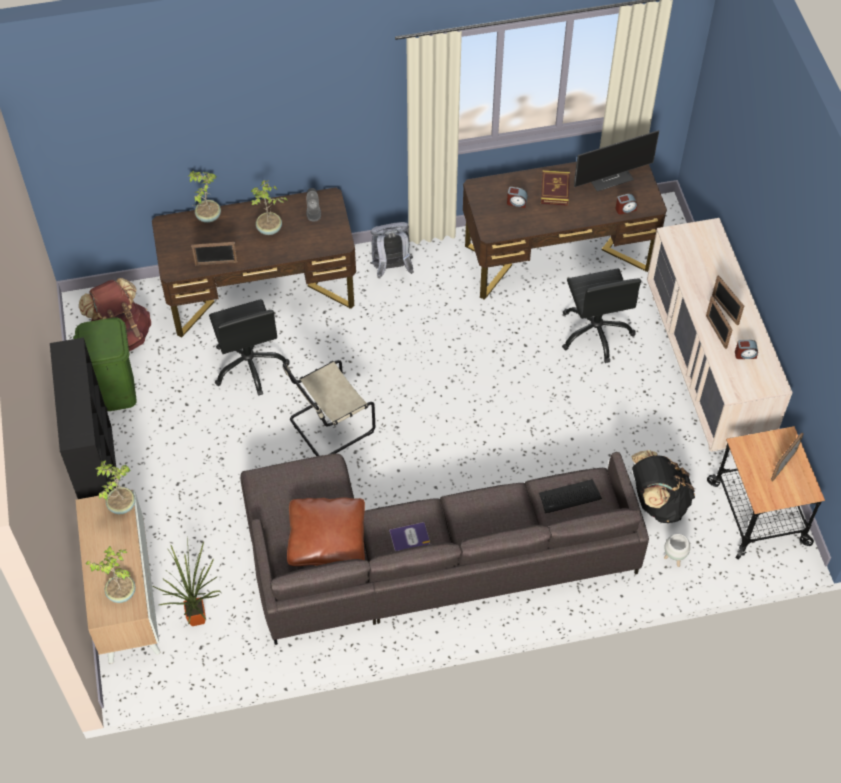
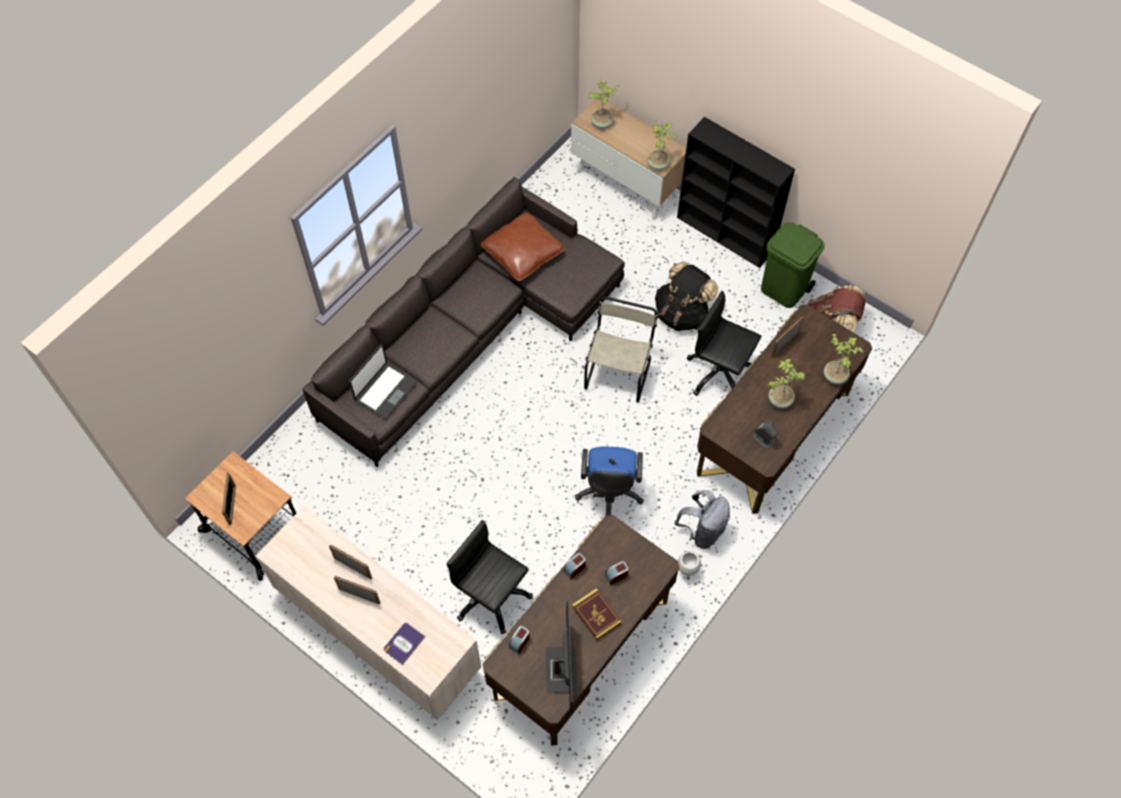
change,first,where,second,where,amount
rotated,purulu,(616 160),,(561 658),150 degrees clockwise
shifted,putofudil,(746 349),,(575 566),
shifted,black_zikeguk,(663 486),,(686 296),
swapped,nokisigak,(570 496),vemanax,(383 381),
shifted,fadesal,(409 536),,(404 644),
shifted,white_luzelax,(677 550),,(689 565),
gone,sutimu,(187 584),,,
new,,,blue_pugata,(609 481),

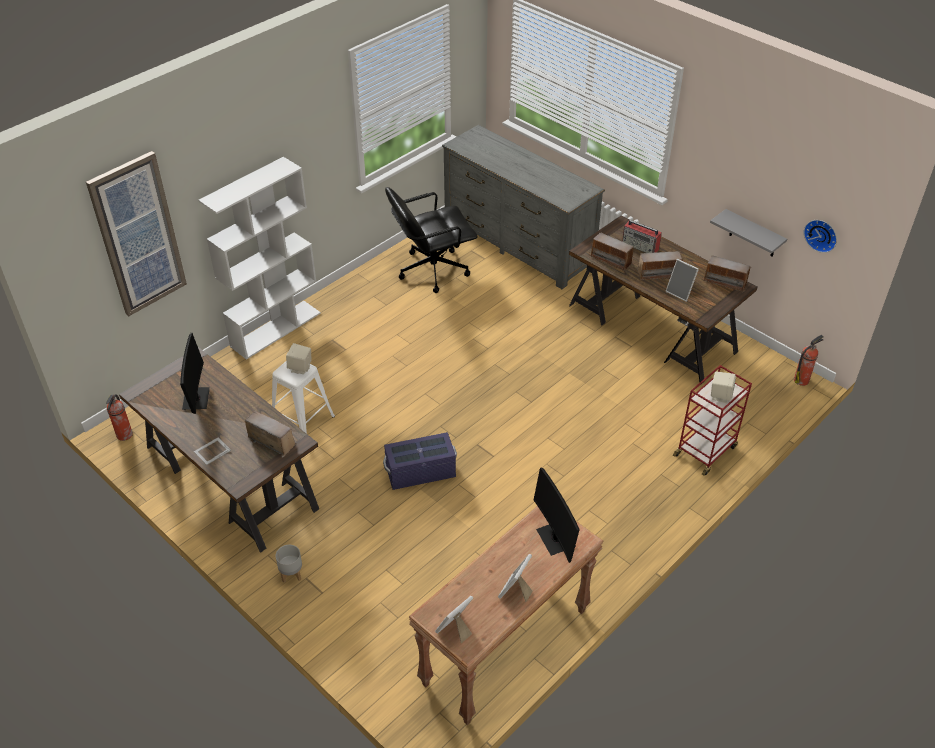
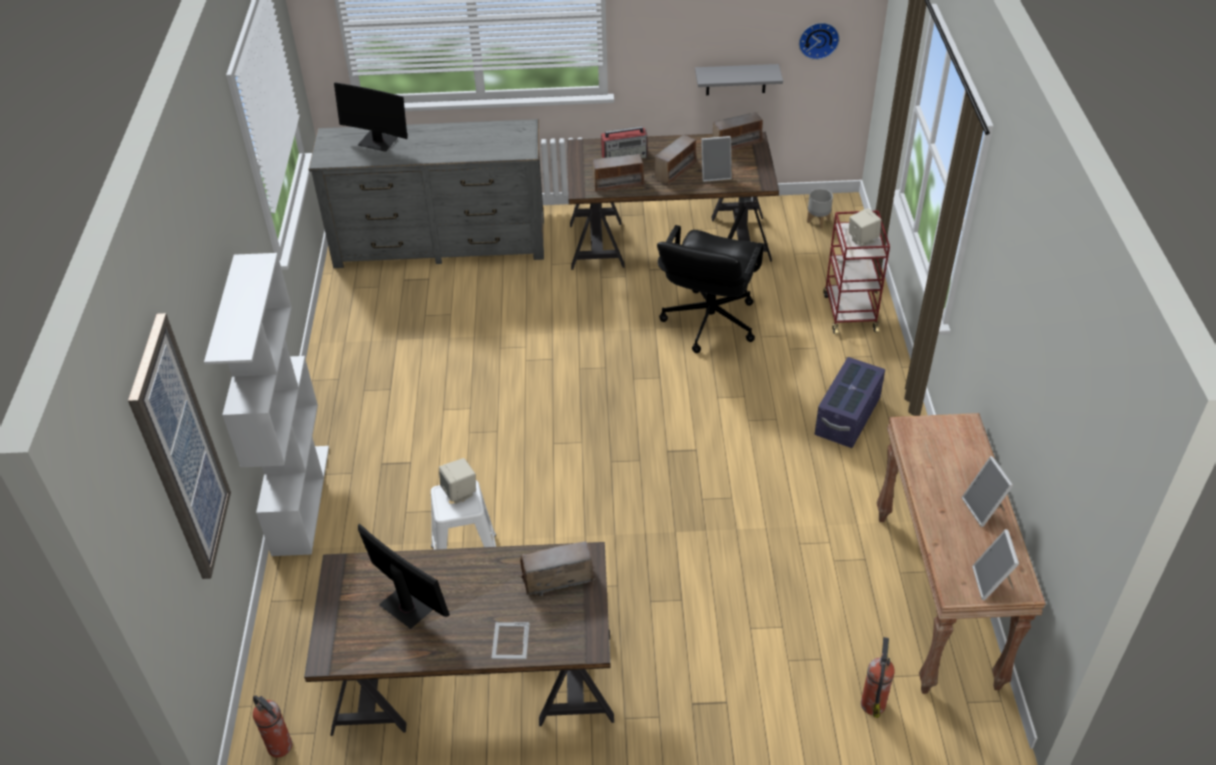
change,first,where,second,where,amount
shifted,black_pugata,(431 240),,(710 289),
shifted,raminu,(809 360),,(878 677),
shifted,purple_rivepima,(420 461),,(850 402),
shifted,purulu,(557 515),,(371 117),
shifted,grey_luzelax,(288 563),,(820 208),

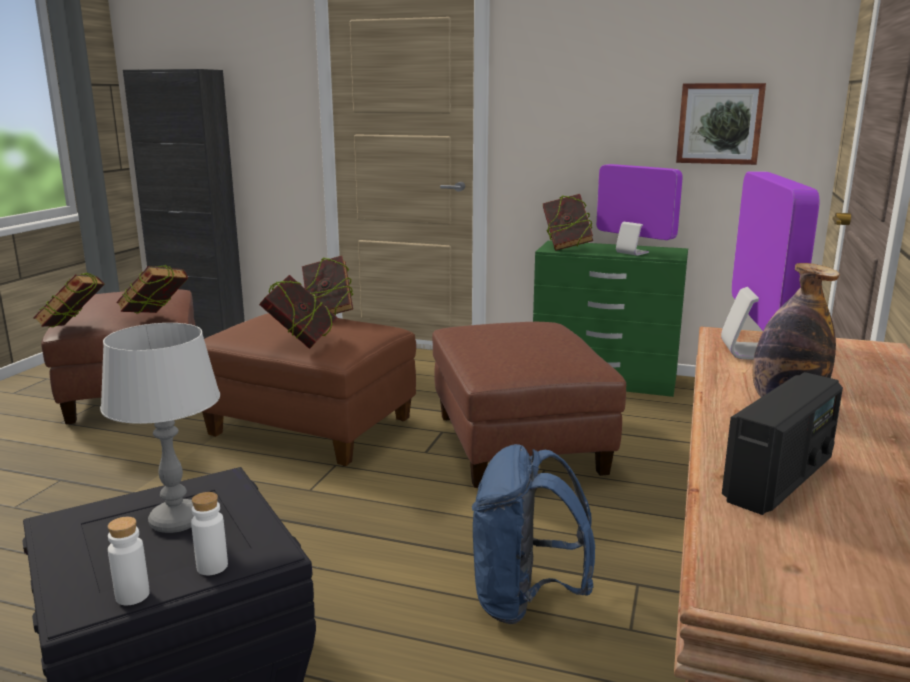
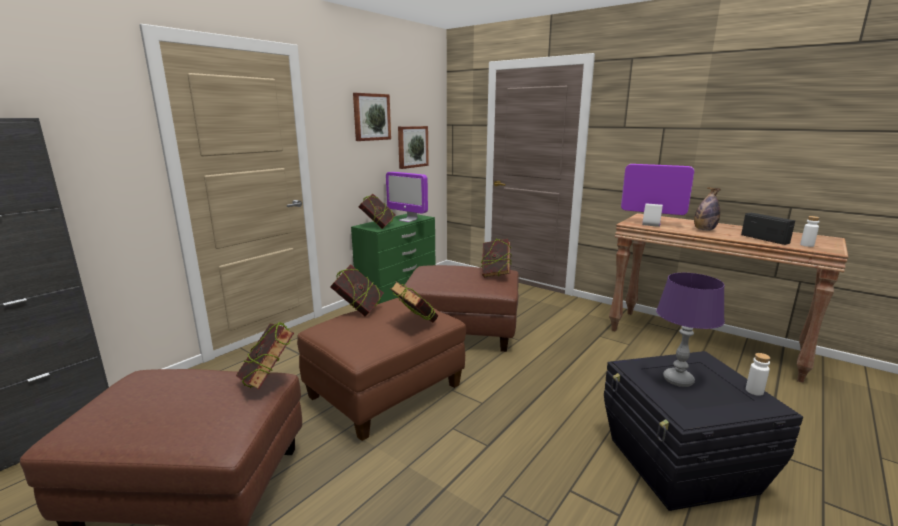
change,first,where,second,where,amount
rotated,purulu,(639 210),,(407 197),120 degrees counterclockwise
shifted,fadesal,(69 300),,(496 258),
repainted,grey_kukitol,(160 428),purple_kukitol,(690 330),
gone,blue_zikeguk,(533 534),,,
shifted,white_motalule,(209 533),,(810 231),
new,,,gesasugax,(372 117),

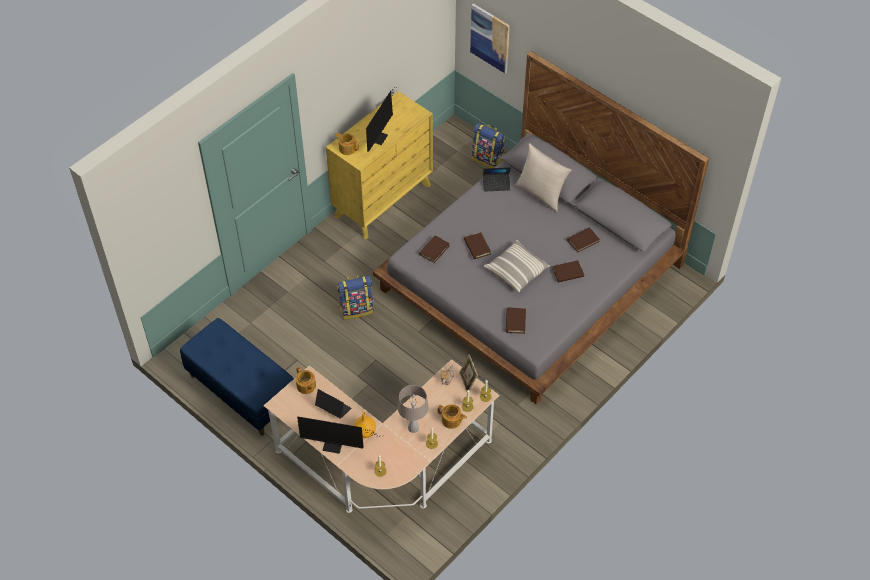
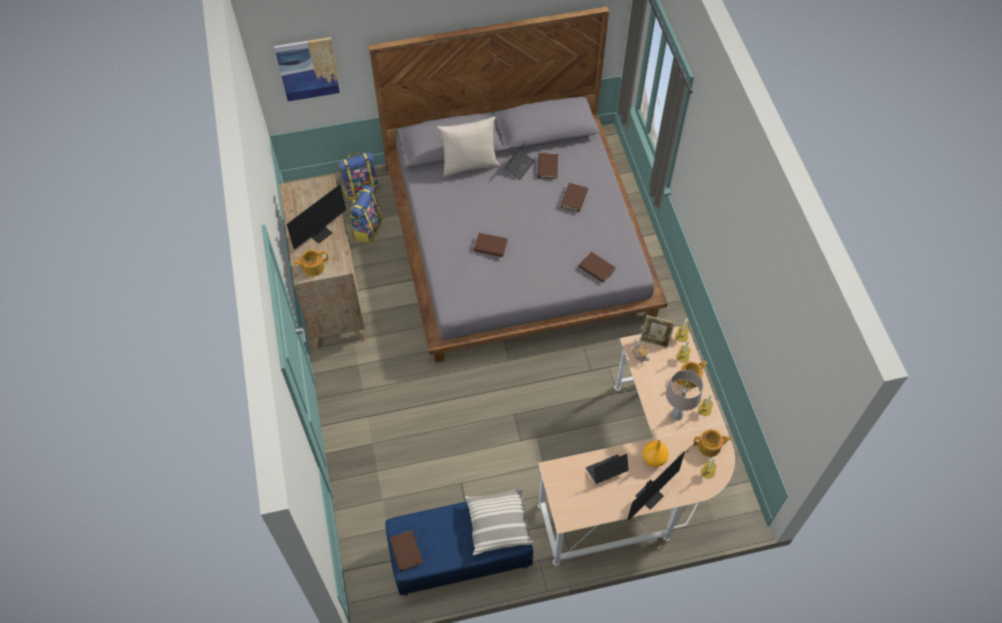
change,first,where,second,where,amount
rotated,purulu,(382 118),,(323 213),75 degrees clockwise
repainted,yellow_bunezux,(379 165),brown_bunezux,(323 262),
shifted,vemanax,(497 179),,(520 161),
shifted,brown_fadesal,(434 249),,(406 550),
shifted,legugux,(517 266),,(499 521),
shifted,zikeguk,(355 297),,(365 214),
shifted,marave,(306 380),,(713 443),

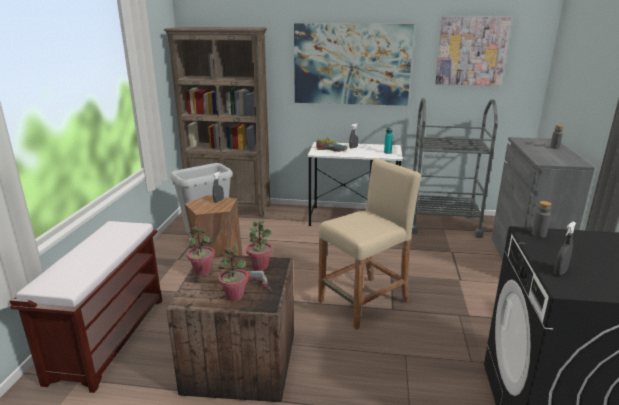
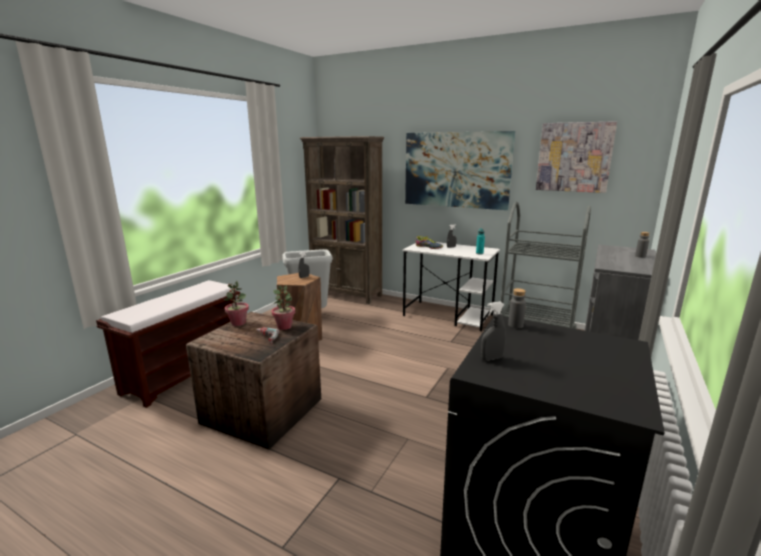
change,first,where,second,where,amount
gone,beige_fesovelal,(369 244),,,
gone,sutimu,(233 272),,,

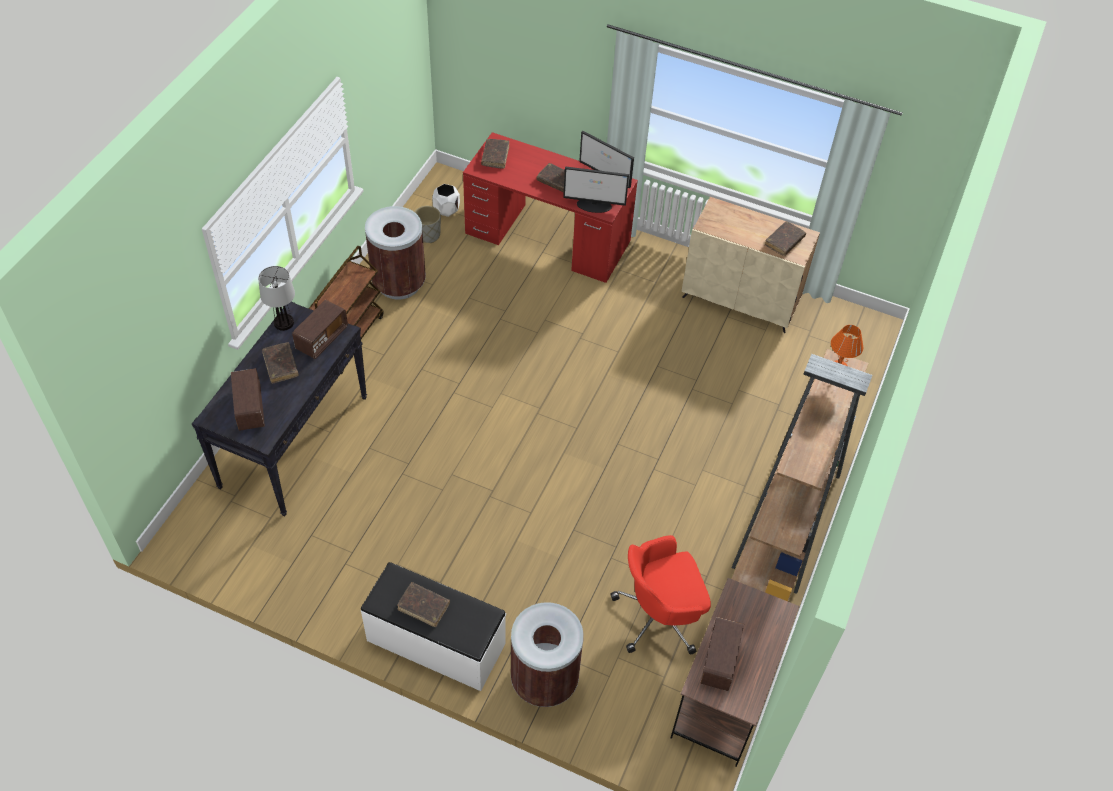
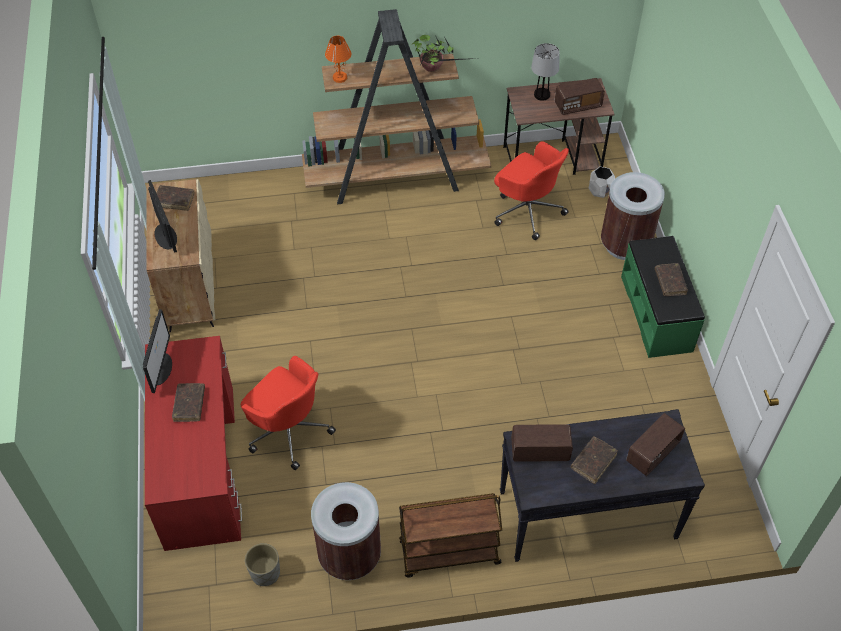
change,first,where,second,where,amount
gone,brown_fadesal,(495 154),,,
shifted,purulu,(596 189),,(162 216),
shifted,white_luzelax,(446 200),,(601 182),
shifted,kukitol,(276 298),,(545 72),
repainted,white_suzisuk,(433 626),green_suzisuk,(663 297),
new,,,sutimu,(444 53),
new,,,red_pugata,(288 413),

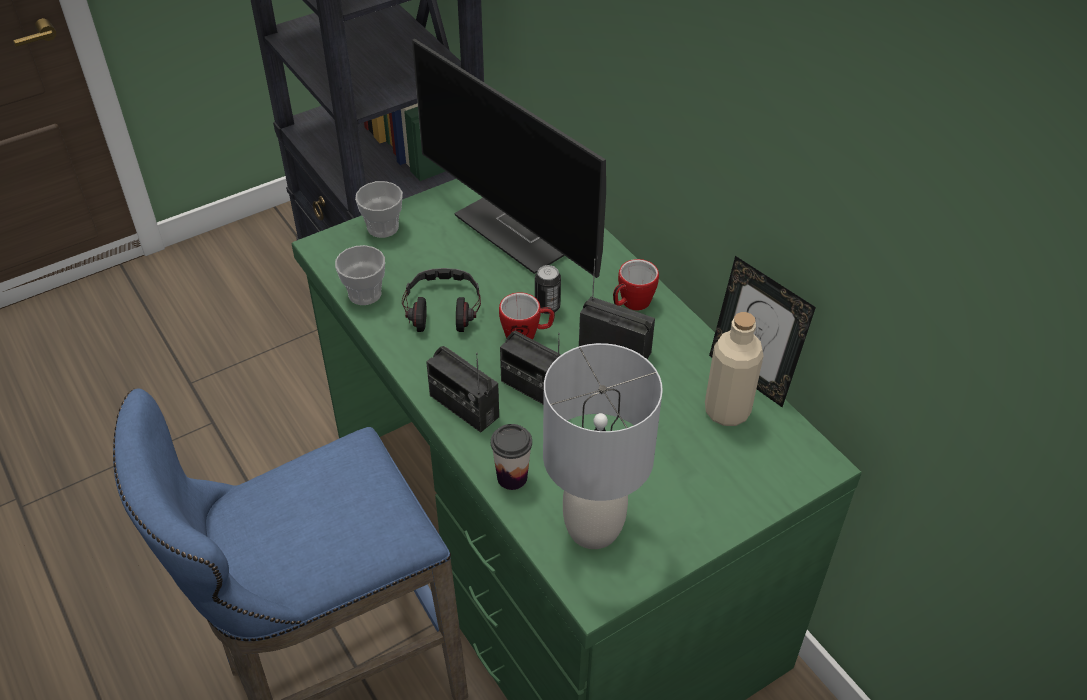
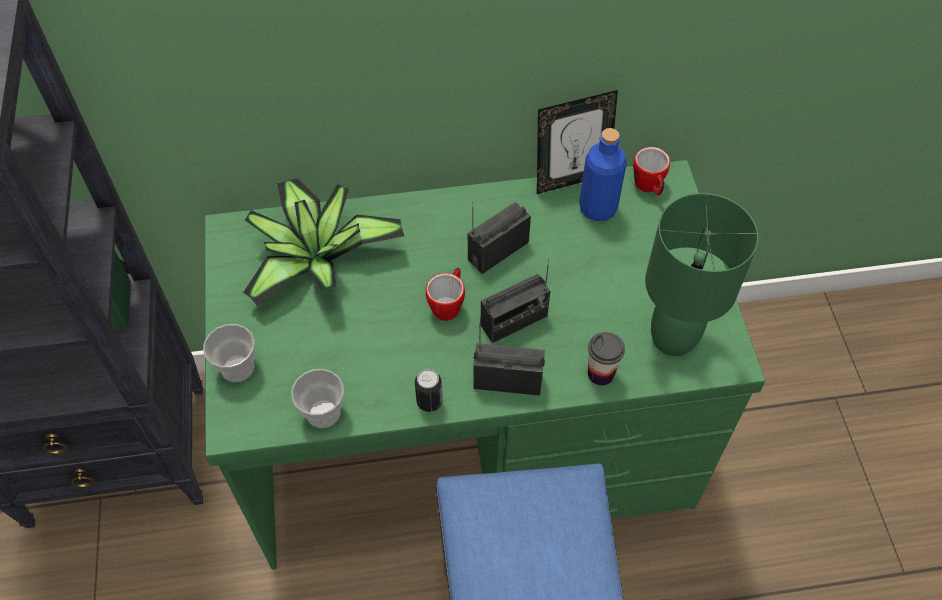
change,first,where,second,where,amount
swapped,purulu,(509 158),sutimu,(323 242),
shifted,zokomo,(636 285),,(651 171),
shifted,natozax,(548 289),,(429 390),
gone,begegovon,(441 300),,,
repainted,beige_motalule,(734 369),blue_motalule,(603 174),
repainted,grey_kukitol,(603 446),green_kukitol,(702 274),
rotated,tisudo,(462 389),,(509 356),150 degrees counterclockwise

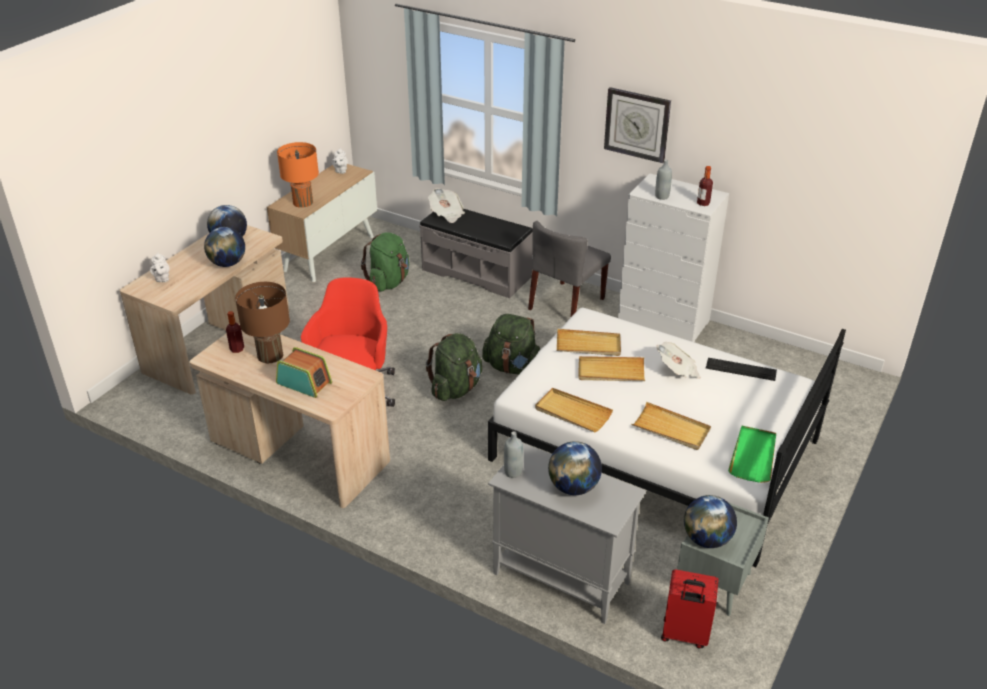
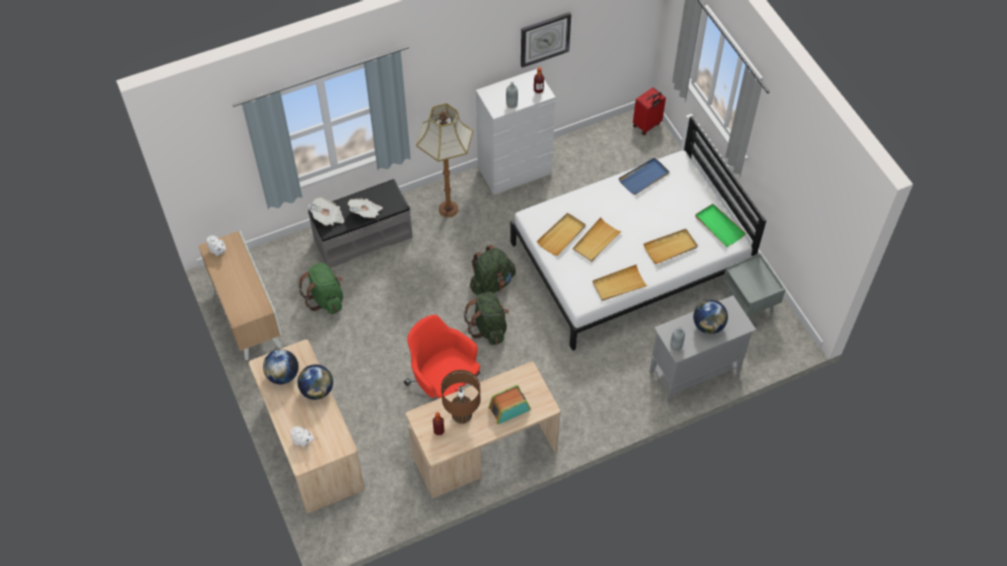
change,first,where,second,where,amount
shifted,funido,(637 125),,(546 40),
gone,orange_kukitol,(298 175),,,
swapped,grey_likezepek,(569 269),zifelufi,(444 160),
shifted,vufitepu,(678 360),,(365 208),
swapped,nokisigak,(741 369),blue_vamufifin,(644 176),
gone,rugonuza,(710 521),,,
shifted,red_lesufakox,(690 609),,(649 111),

